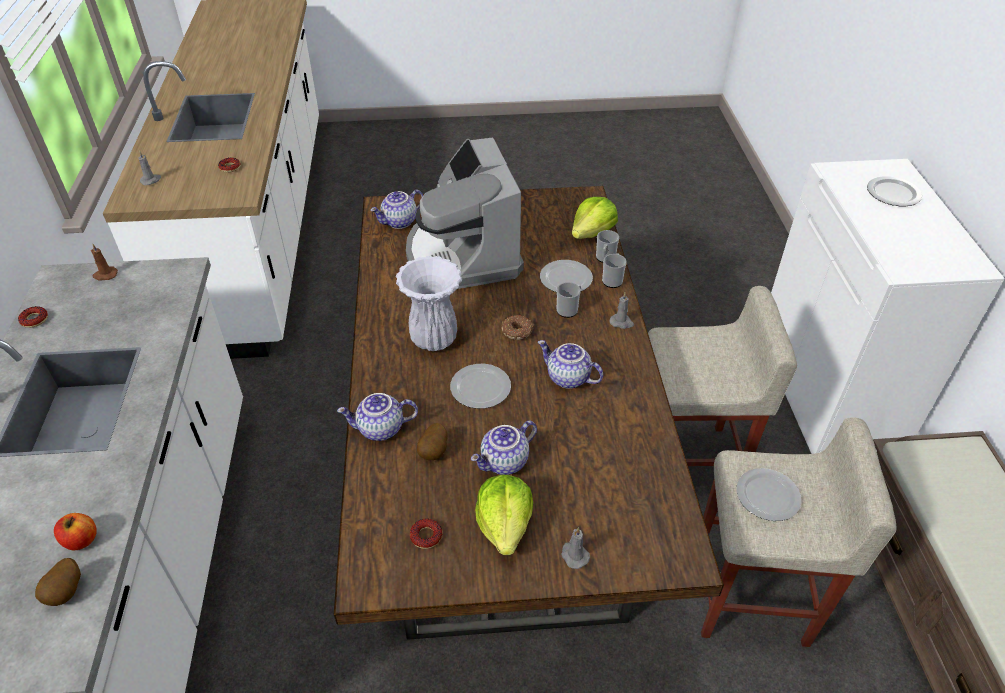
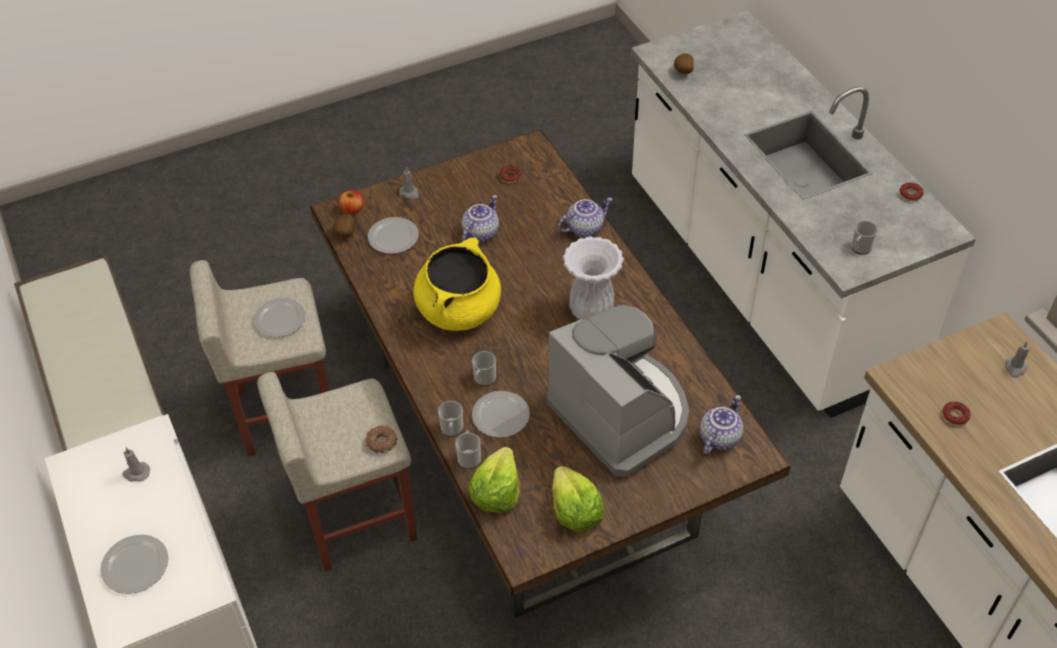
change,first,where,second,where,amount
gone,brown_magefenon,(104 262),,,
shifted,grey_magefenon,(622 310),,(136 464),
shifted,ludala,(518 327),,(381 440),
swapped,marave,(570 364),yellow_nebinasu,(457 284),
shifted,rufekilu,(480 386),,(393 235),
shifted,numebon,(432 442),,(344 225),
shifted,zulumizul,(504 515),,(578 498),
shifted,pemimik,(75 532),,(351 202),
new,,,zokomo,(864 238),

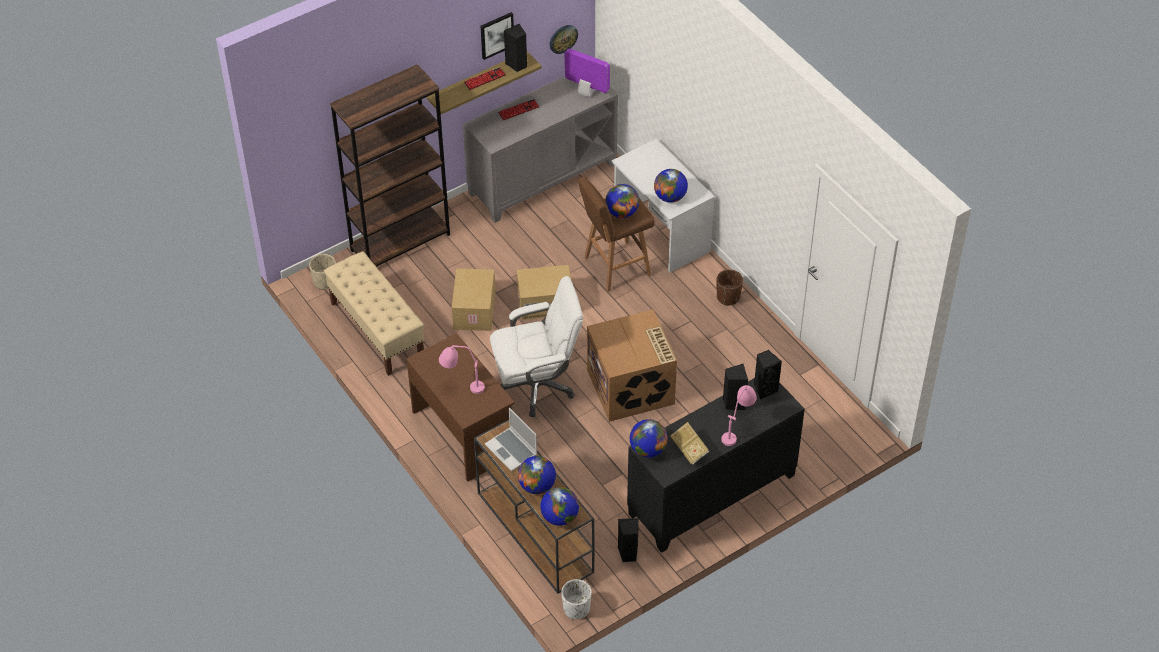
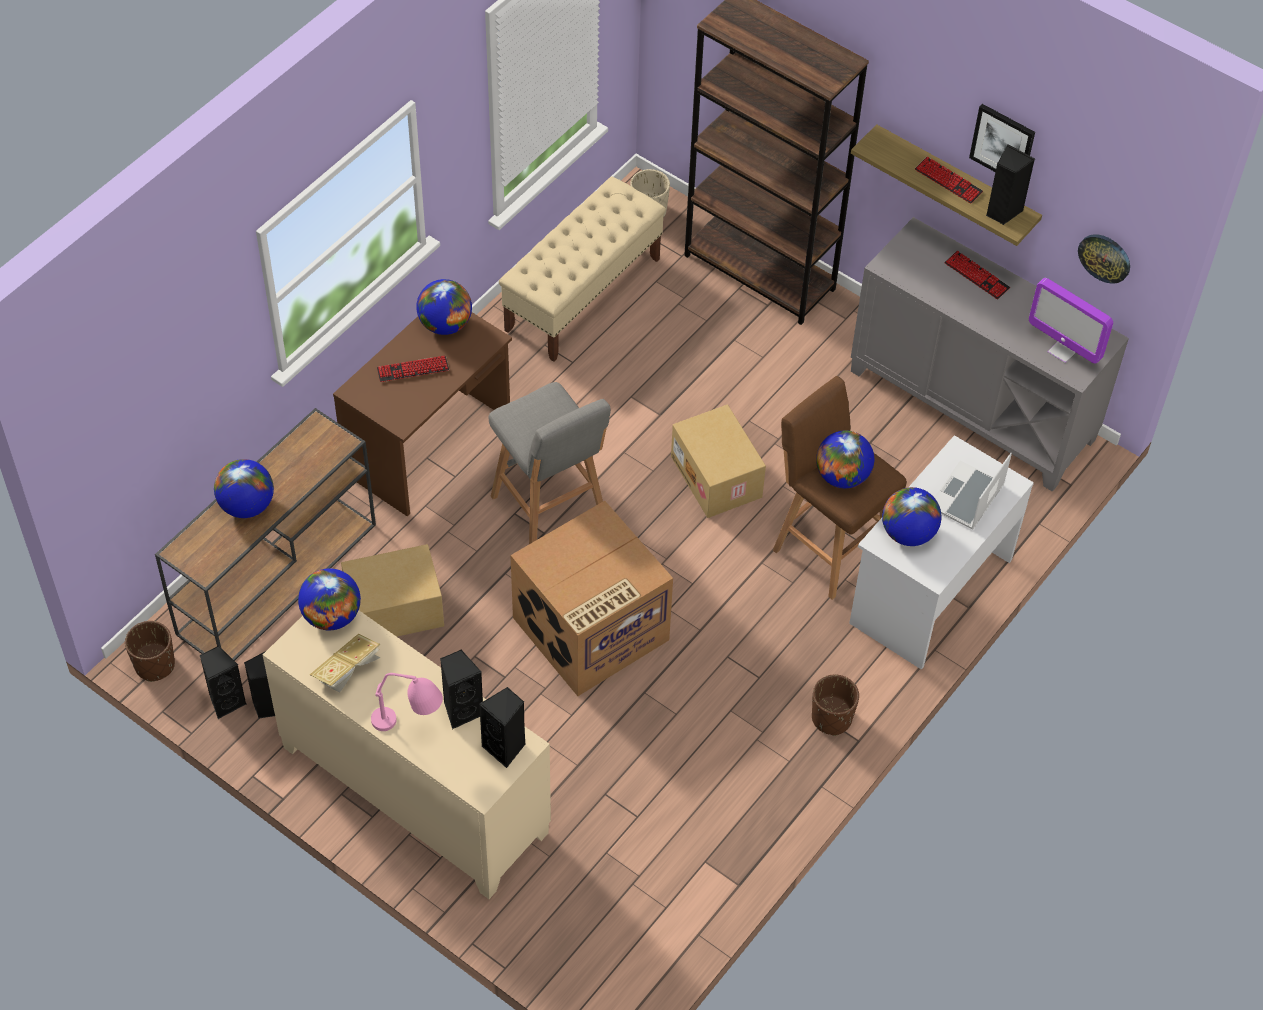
change,first,where,second,where,amount
rotated,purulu,(587 73),,(1071 321),120 degrees clockwise
shifted,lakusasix,(474 299),,(392 590),
swapped,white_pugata,(536 346),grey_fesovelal,(550 463),
swapped,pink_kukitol,(462 369),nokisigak,(413 369),
repainted,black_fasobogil,(716 465),beige_fasobogil,(407 755),
shifted,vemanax,(511 440),,(973 491),
shifted,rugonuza,(559 506),,(444 307),
repainted,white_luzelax,(576 599),brown_luzelax,(150 651),
new,,,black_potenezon,(223 682),

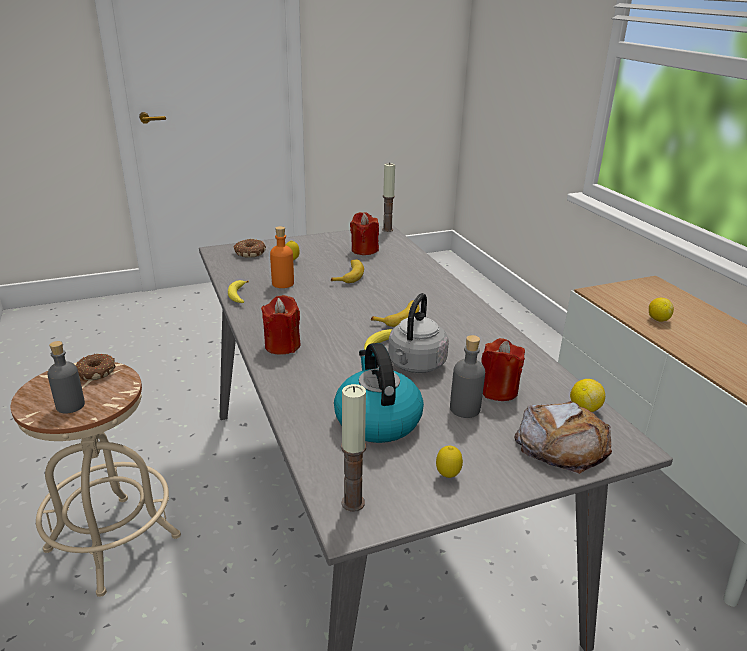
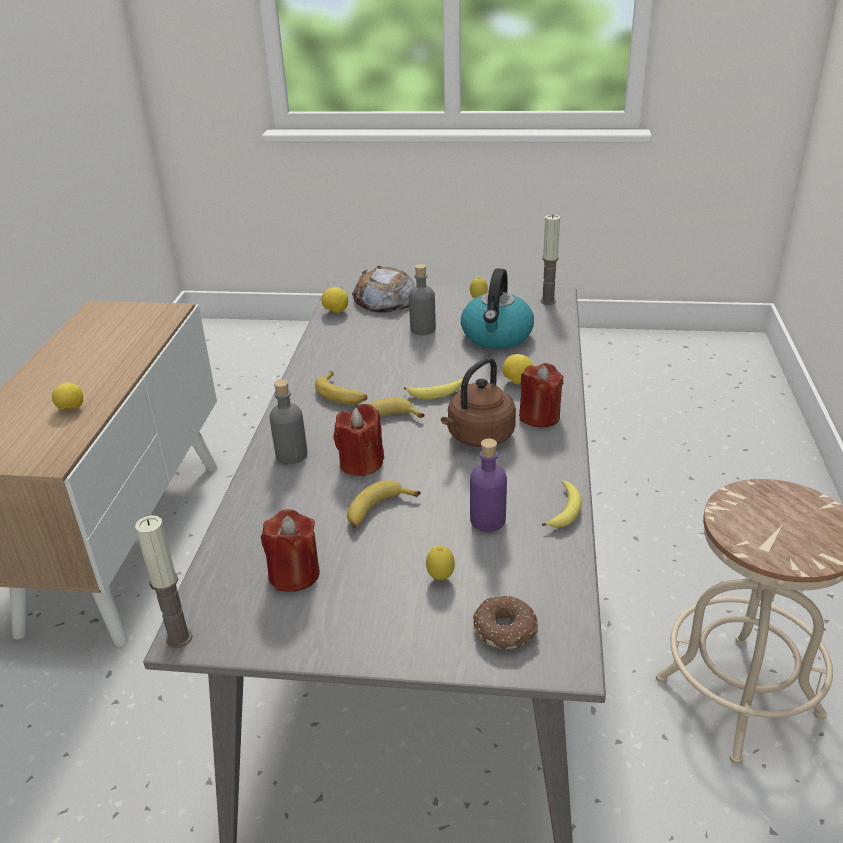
change,first,where,second,where,amount
repainted,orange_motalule,(282 257),purple_motalule,(488 485),
gone,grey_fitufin,(418 333),,,
shifted,red_magefenon,(503 369),,(359 440),
shifted,grey_motalule,(66 377),,(288 421),
gone,ludala,(95 366),,,
new,,,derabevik,(517 369),
new,,,brown_fitufin,(478 402),
new,,,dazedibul,(341 388),

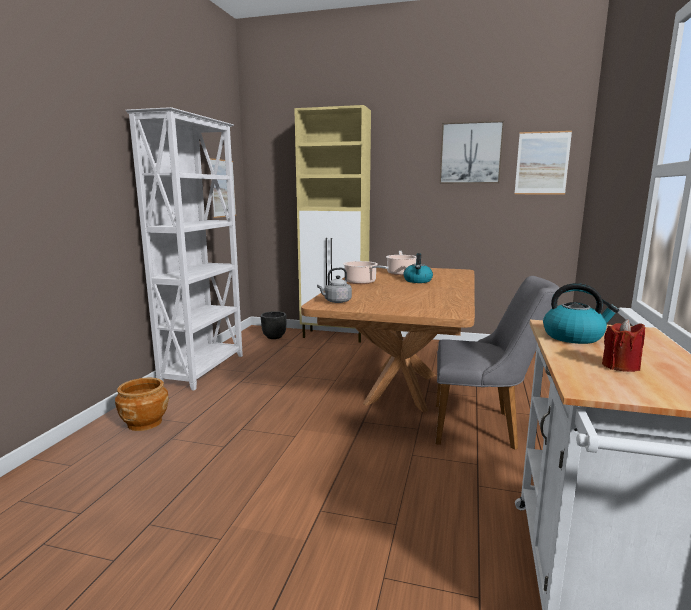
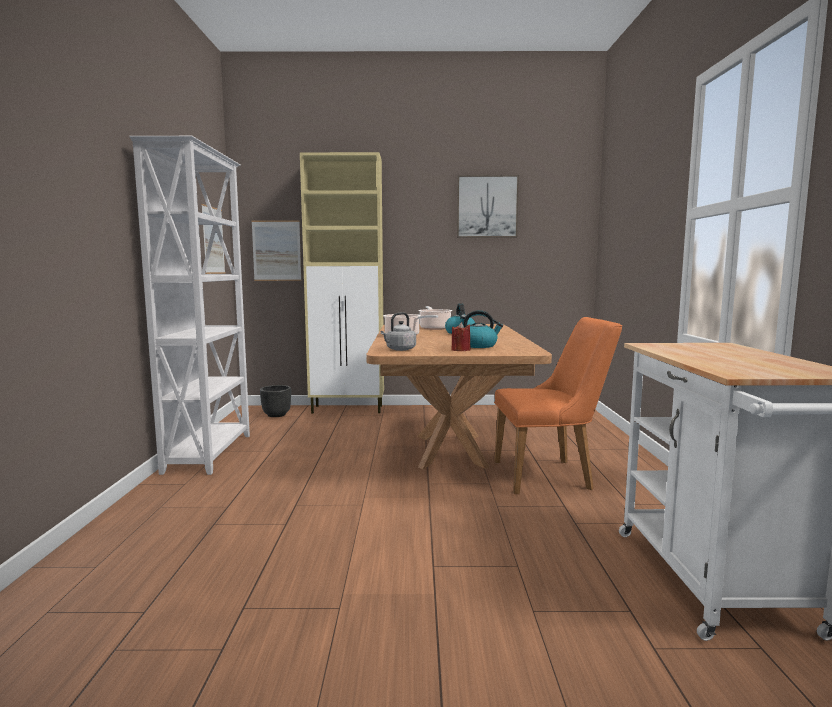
change,first,where,second,where,amount
shifted,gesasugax,(543 162),,(276 250),
repainted,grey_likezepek,(498 363),orange_likezepek,(558 405),
shifted,fitufin,(581 313),,(483 329),
shifted,red_magefenon,(623 345),,(461 336),
gone,brown_luzelax,(142 404),,,

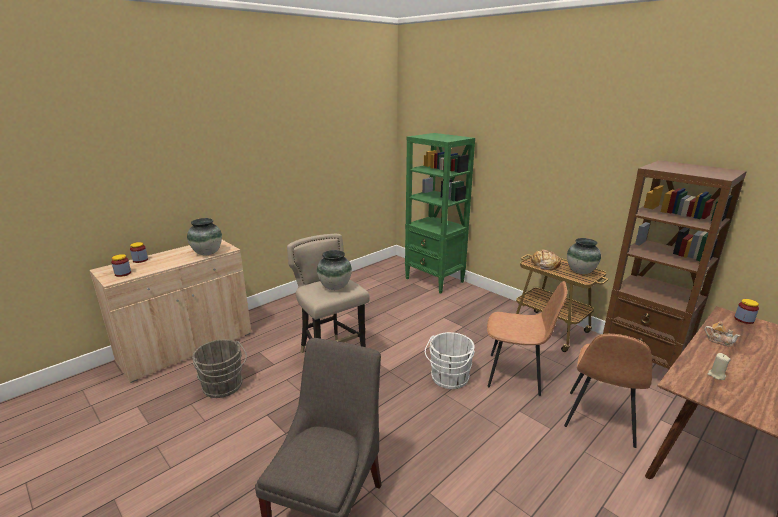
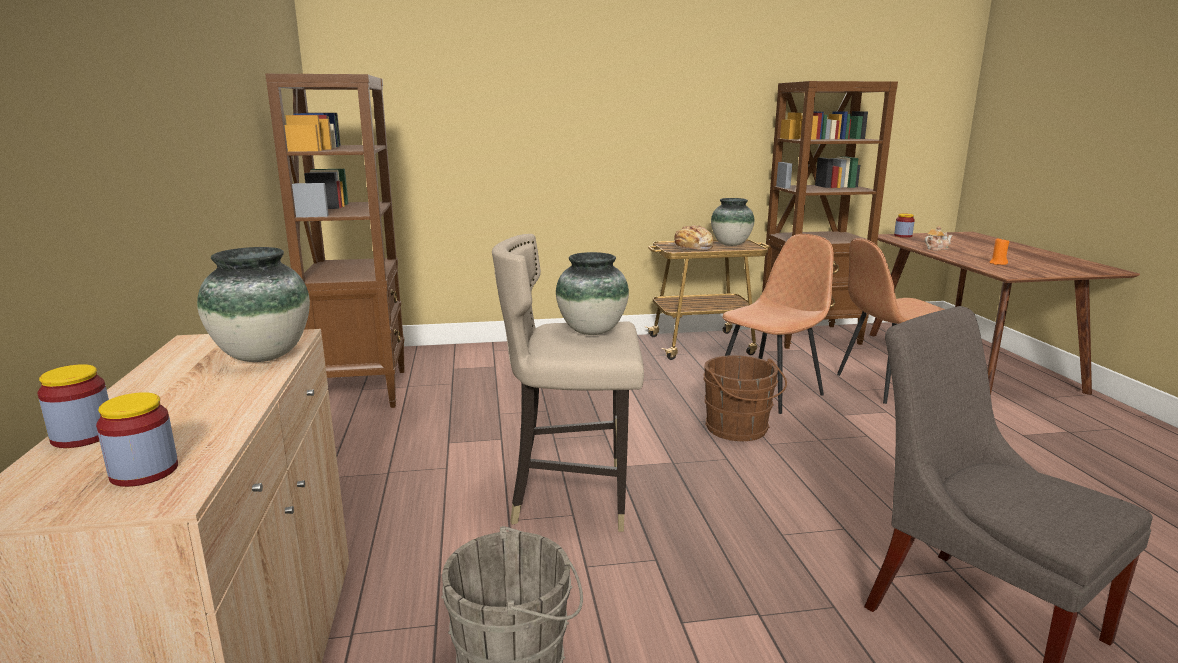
change,first,where,second,where,amount
gone,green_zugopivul,(440 213),,,
repainted,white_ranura,(450 360),brown_ranura,(745 398),
rotated,brown_likezepek,(608 391),,(891 321),105 degrees clockwise
repainted,beige_magefenon,(719 366),orange_magefenon,(999 251),
new,,,brown_zugopivul,(335 241),

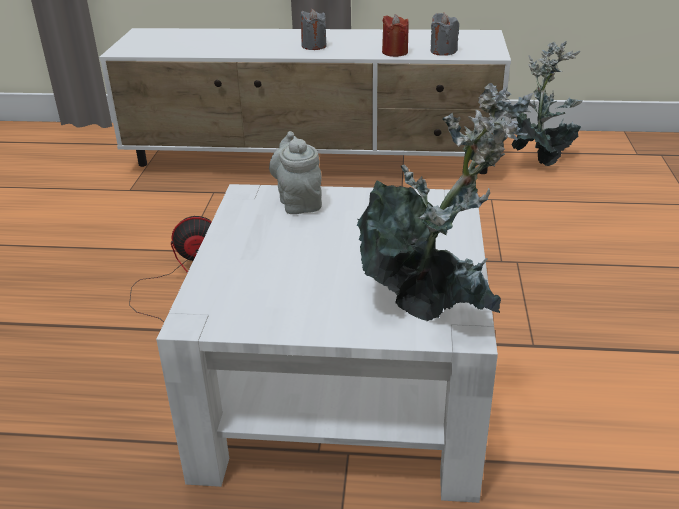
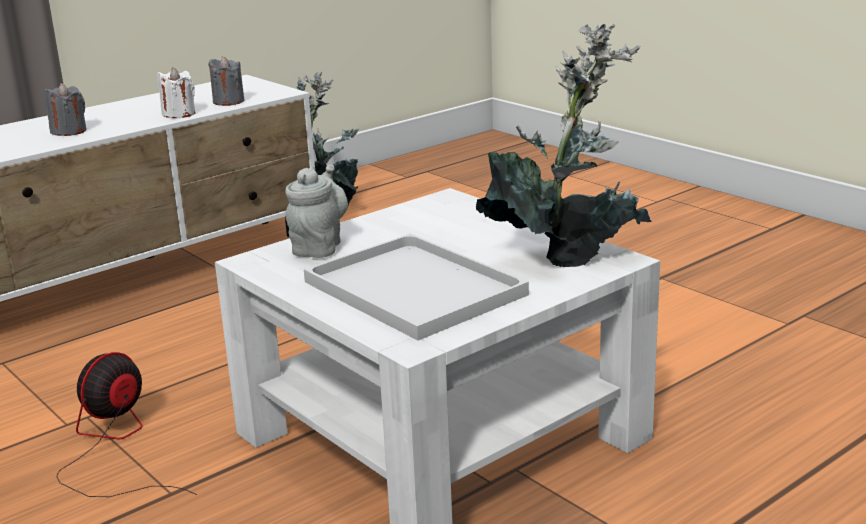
change,first,where,second,where,amount
repainted,red_magefenon,(395 35),white_magefenon,(177 92),
rotated,grey_marave,(295 172),,(316 211),75 degrees clockwise
new,,,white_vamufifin,(416 286),

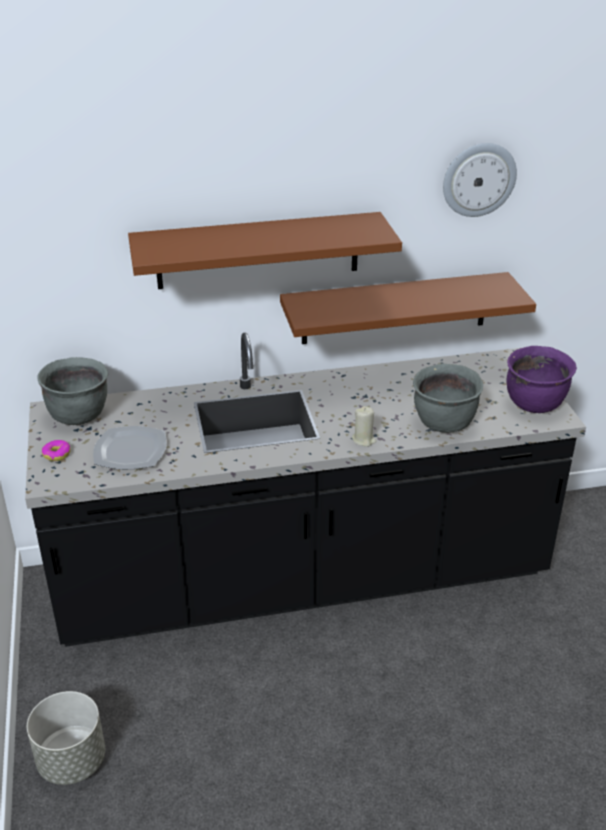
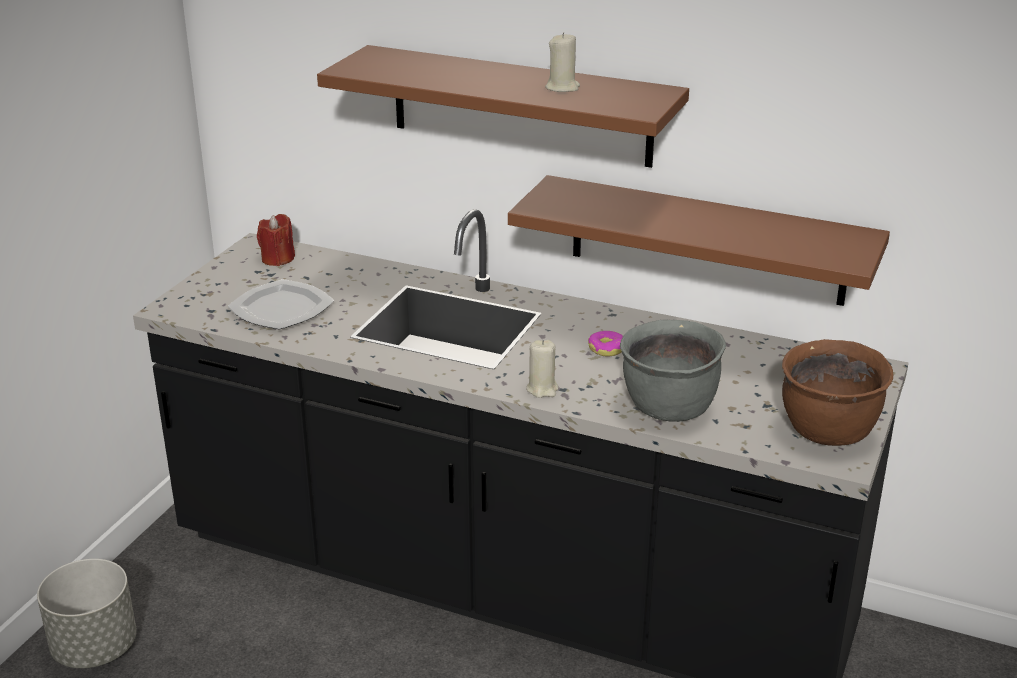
change,first,where,second,where,amount
gone,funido,(480 180),,,
repainted,purple_nebinasu,(541 379),brown_nebinasu,(837 392),
swapped,grey_nebinasu,(72 391),red_magefenon,(276 240),
shifted,ludala,(56 450),,(605 343),
new,,,beige_magefenon,(562 62),

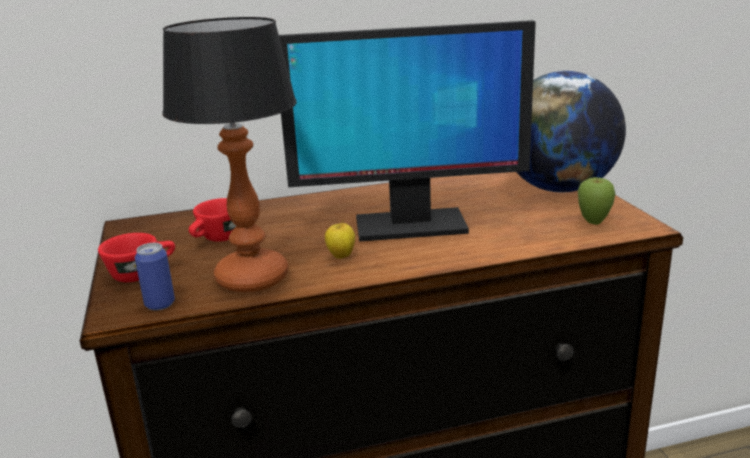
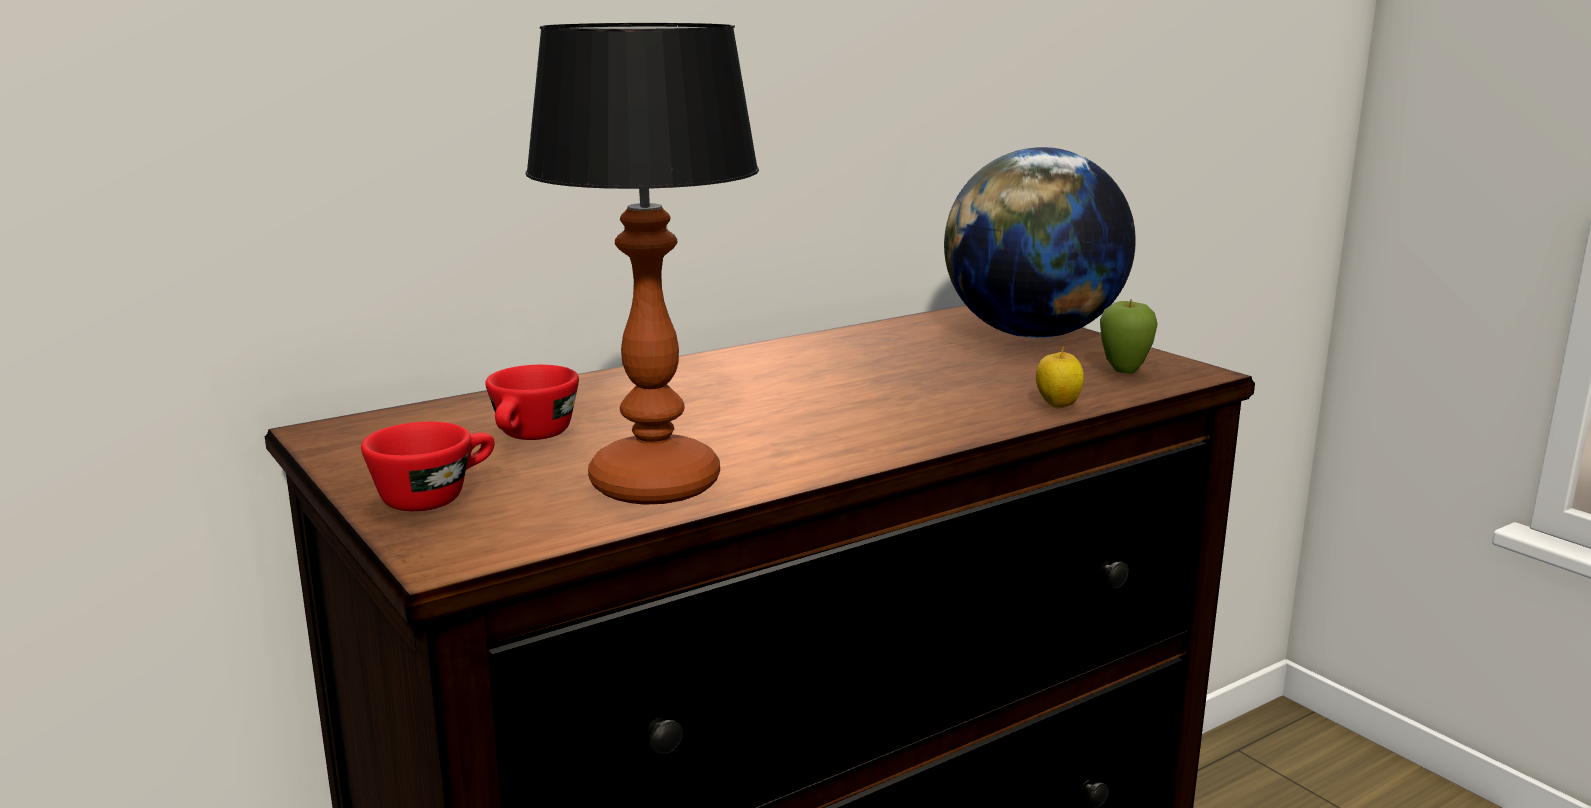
change,first,where,second,where,amount
gone,purulu,(407 130),,,
shifted,pemimik,(340 239),,(1060 377),
gone,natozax,(155 276),,,

